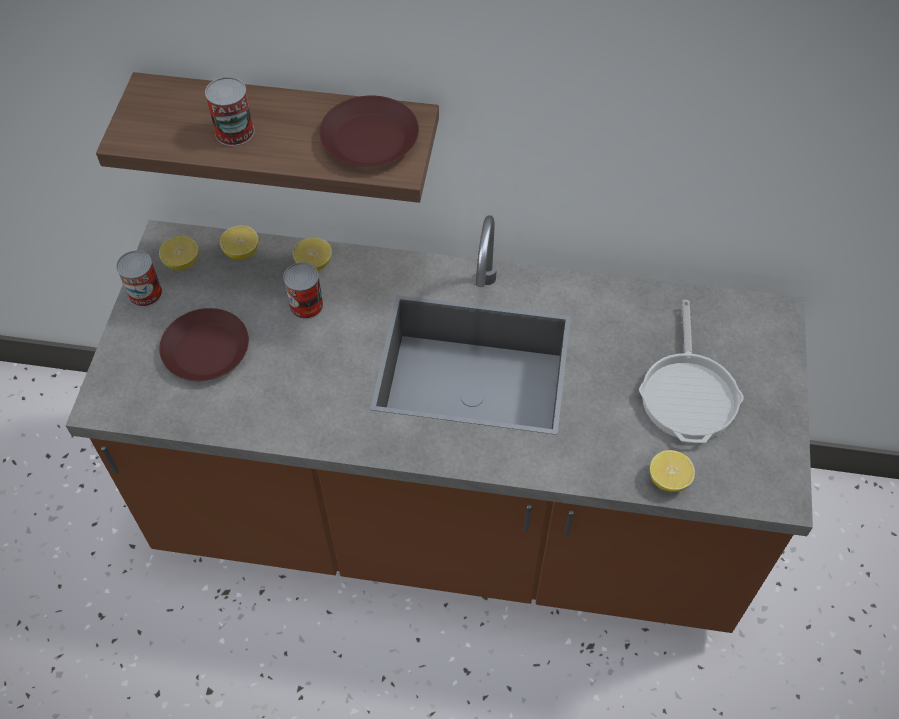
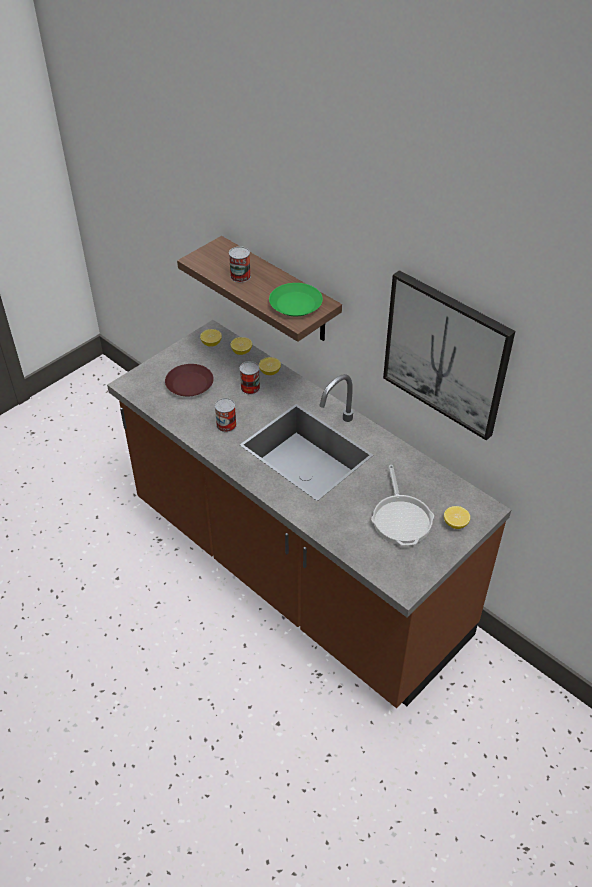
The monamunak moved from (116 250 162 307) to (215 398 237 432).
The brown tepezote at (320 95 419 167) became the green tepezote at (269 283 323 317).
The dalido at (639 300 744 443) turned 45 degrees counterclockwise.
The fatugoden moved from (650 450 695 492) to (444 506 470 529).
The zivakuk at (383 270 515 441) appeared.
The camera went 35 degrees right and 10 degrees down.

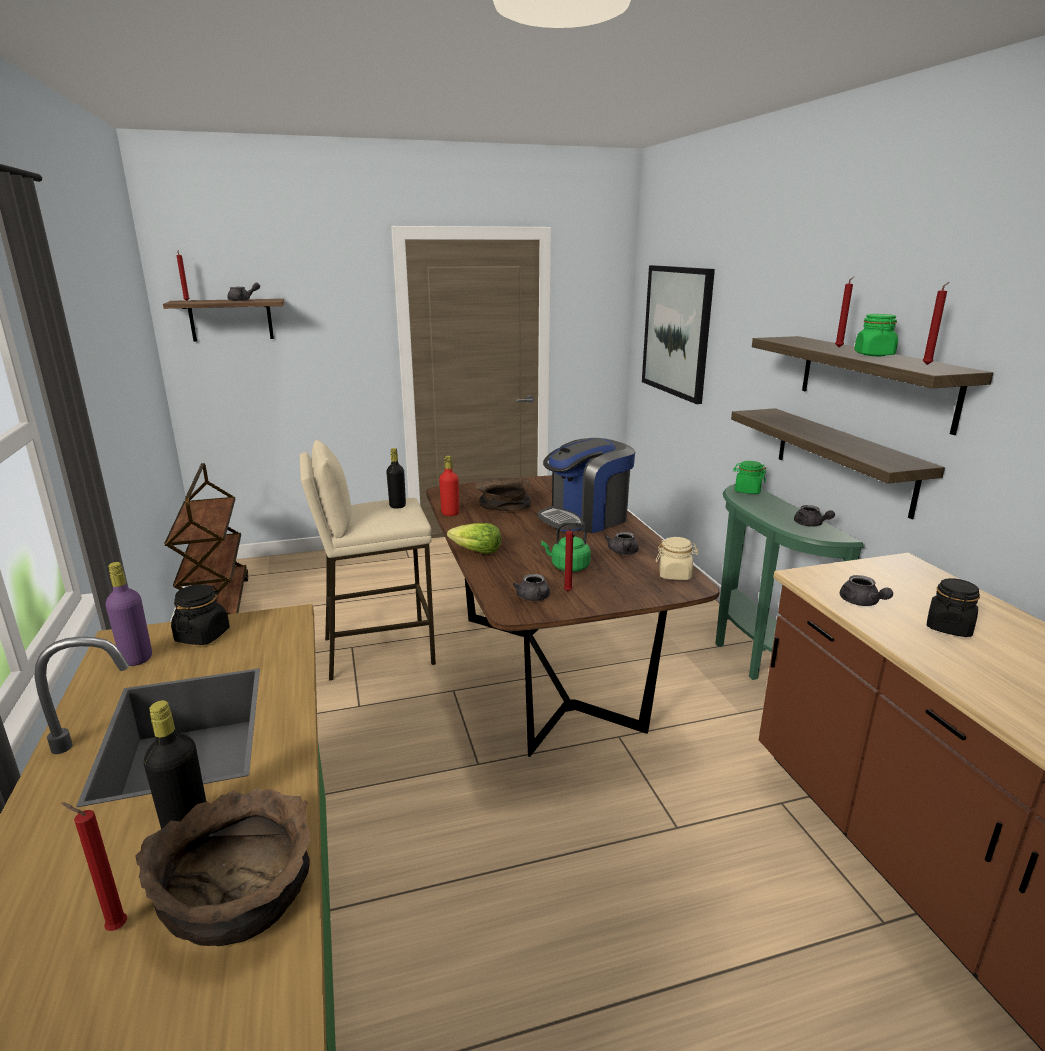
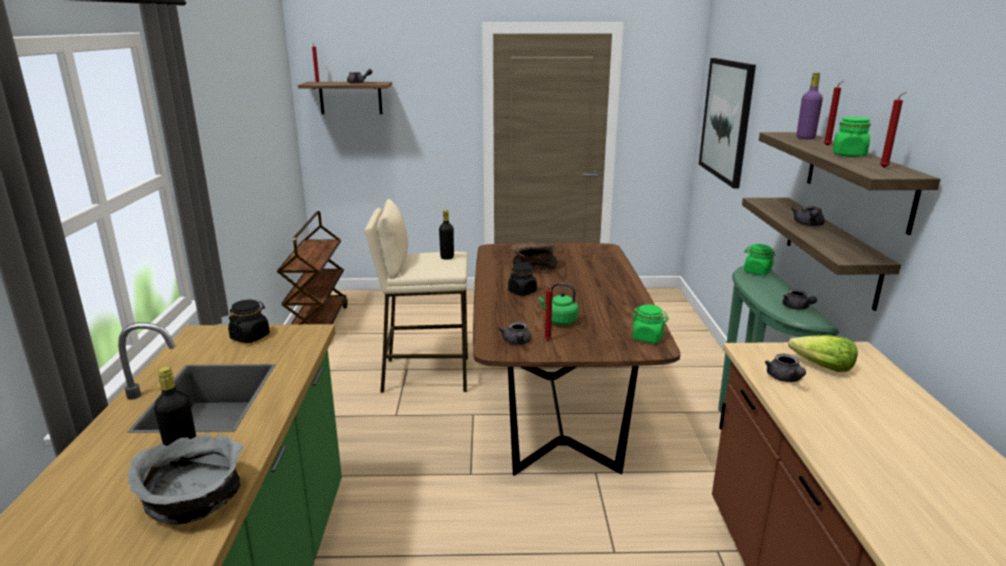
The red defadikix at (61 803 127 931) disappeared.
The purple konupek moved from (106 562 152 666) to (796 73 823 139).
The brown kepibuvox at (135 788 311 946) became the grey kepibuvox at (127 434 244 525).
The red konupek at (439 455 459 516) disappeared.
The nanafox moved from (447 523 501 554) to (788 335 858 372).
The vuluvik at (538 438 635 533) disappeared.
The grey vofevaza moved from (604 532 639 555) to (792 206 825 226).
The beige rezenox at (656 537 699 580) became the green rezenox at (631 304 669 343).
The black rezenox moved from (927 578 980 637) to (508 263 537 296).
The camera went 15 degrees right and 0 degrees up.

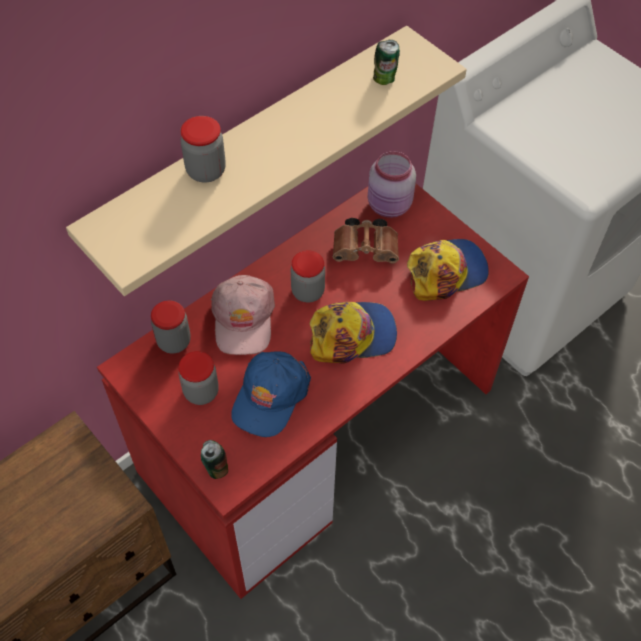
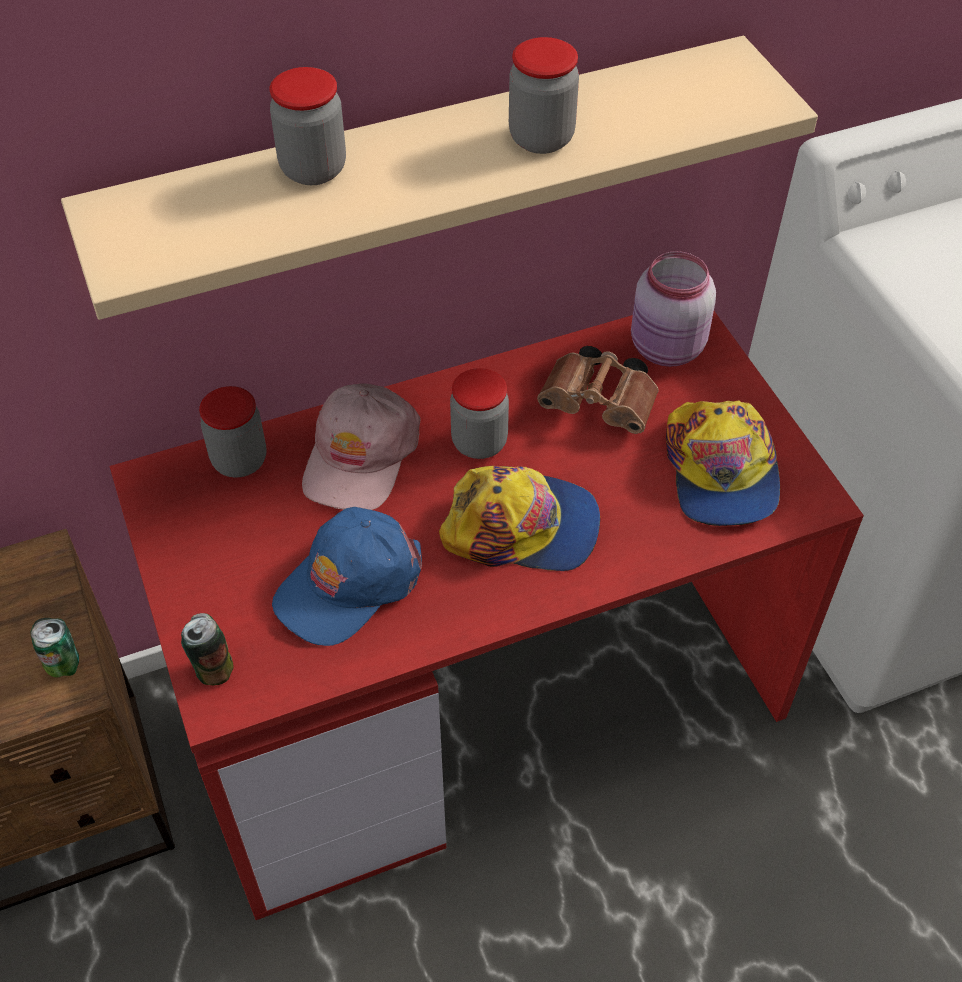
The rezenox moved from (179 351 219 405) to (509 37 579 154).
The monamunak moved from (373 40 400 85) to (30 618 79 677).
The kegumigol at (407 239 489 301) turned 90 degrees clockwise.
The camera went 20 degrees right and 5 degrees down.

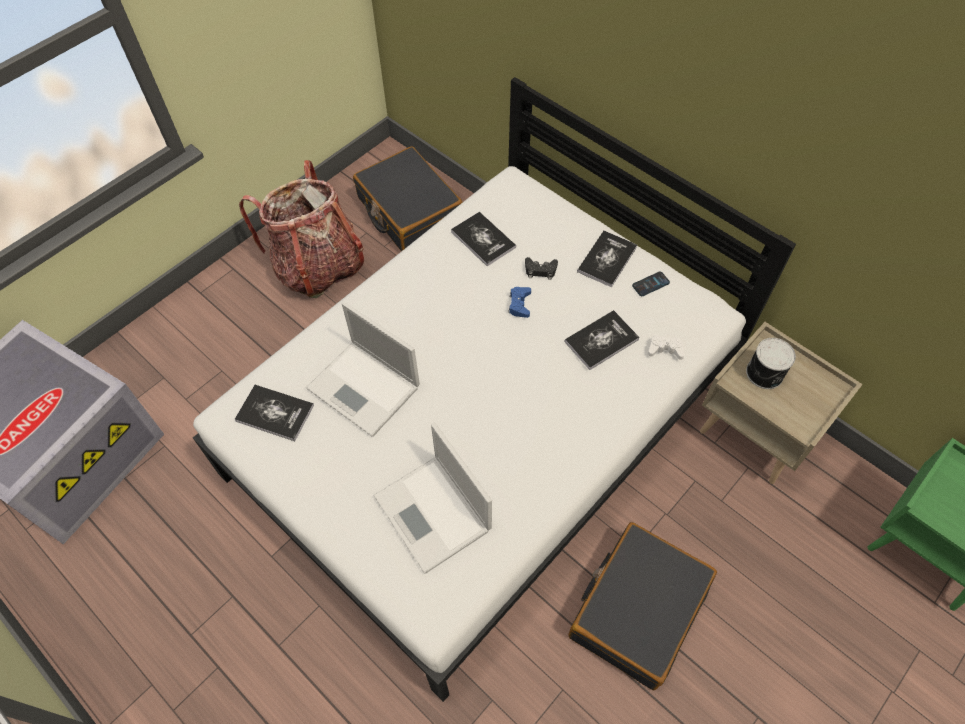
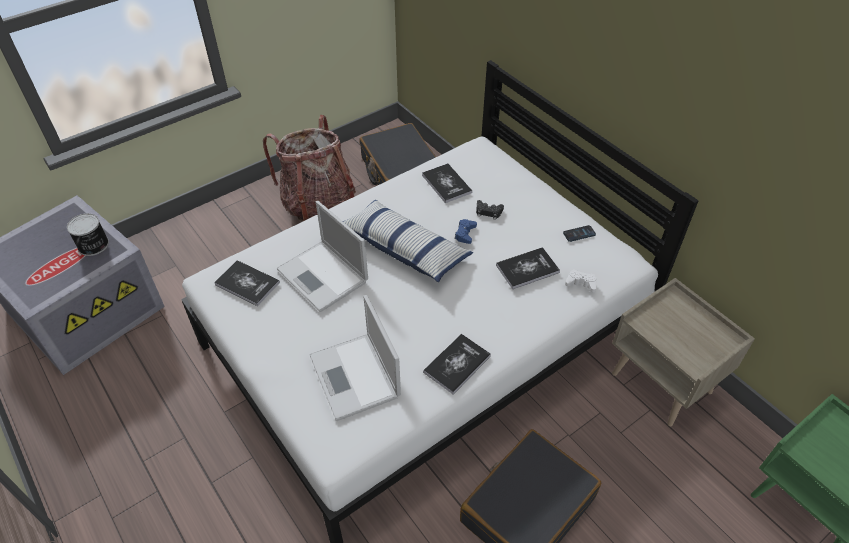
The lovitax moved from (577 231 637 288) to (423 334 491 394).
The monamunak moved from (746 338 796 389) to (67 213 109 256).
The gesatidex at (343 200 473 282) appeared.
The camera went 10 degrees right and 10 degrees down.

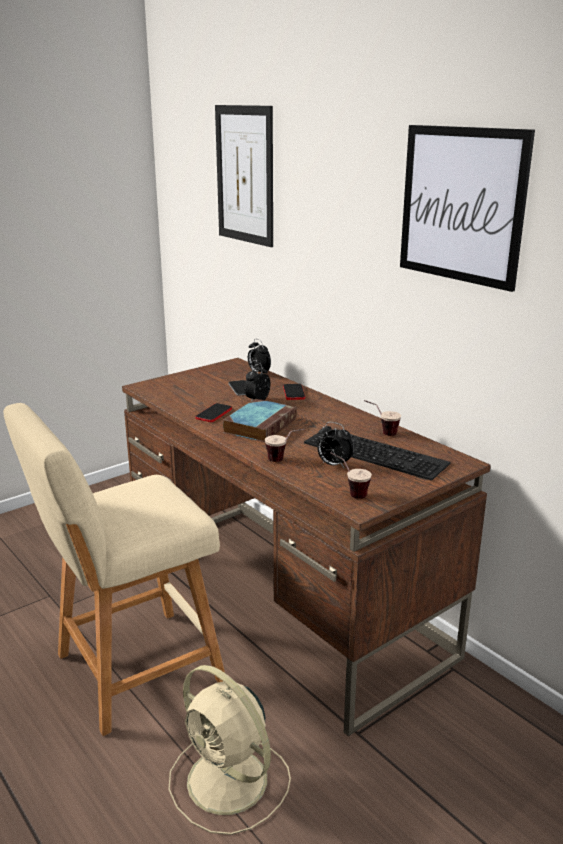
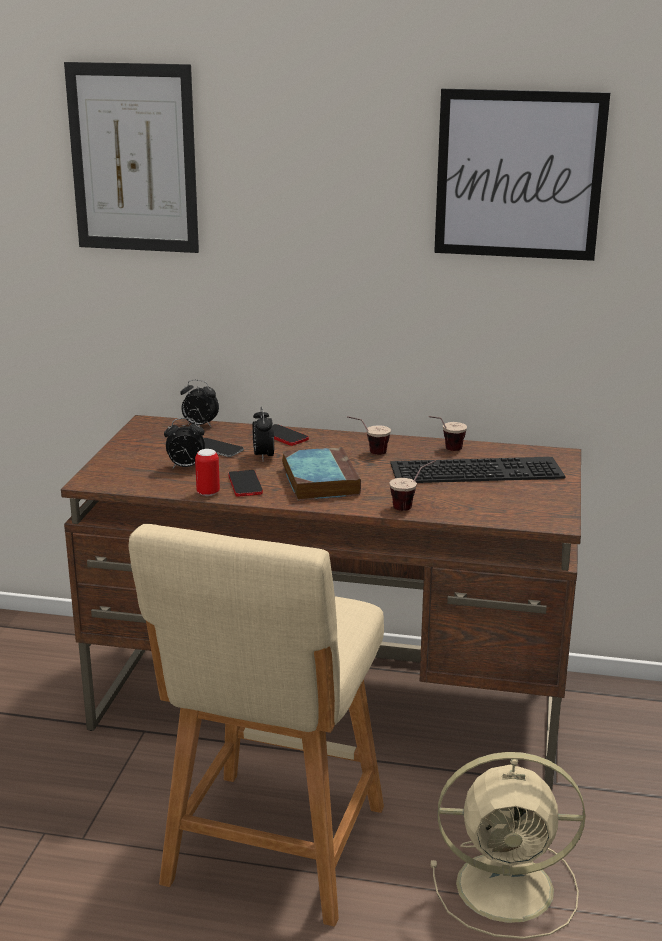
The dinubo moved from (318 422 354 468) to (164 418 205 468).
The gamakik moved from (330 453 372 499) to (347 416 391 455).
The monamunak at (195 449 220 496) appeared.
The camera went 40 degrees left and 0 degrees up.

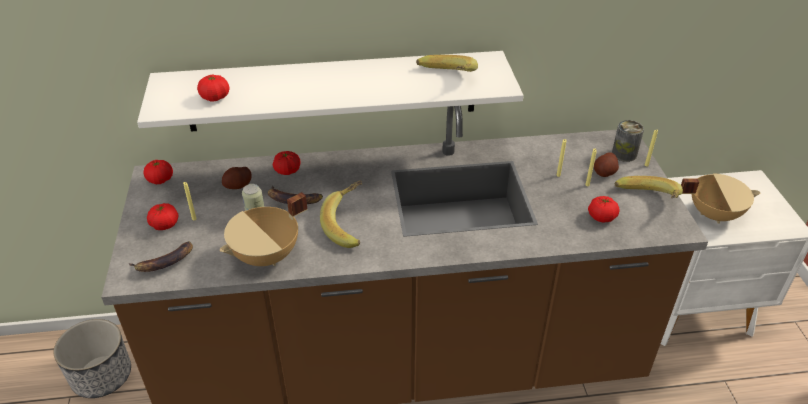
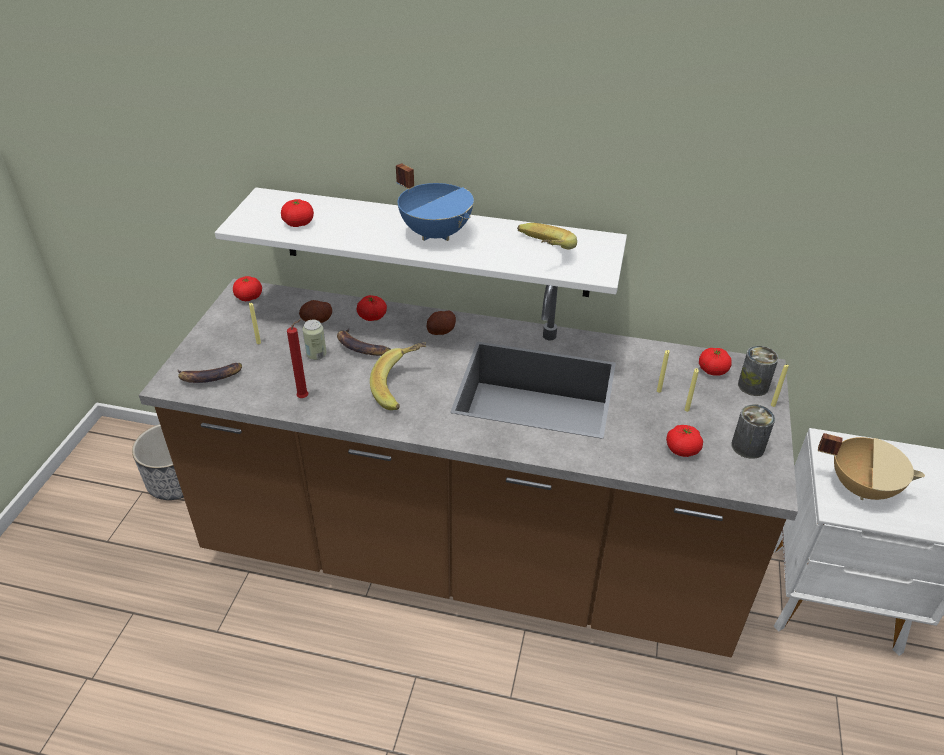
The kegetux moved from (147 203 178 230) to (699 348 732 376).
The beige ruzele at (220 192 307 266) was replaced by the red defadikix at (287 319 308 398).
The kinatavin moved from (594 152 619 177) to (427 311 456 335).
The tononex at (614 176 683 198) was replaced by the monamunak at (731 404 775 459).
The blue ruzele at (396 163 474 241) appeared.
The camera went 20 degrees right and 0 degrees up.

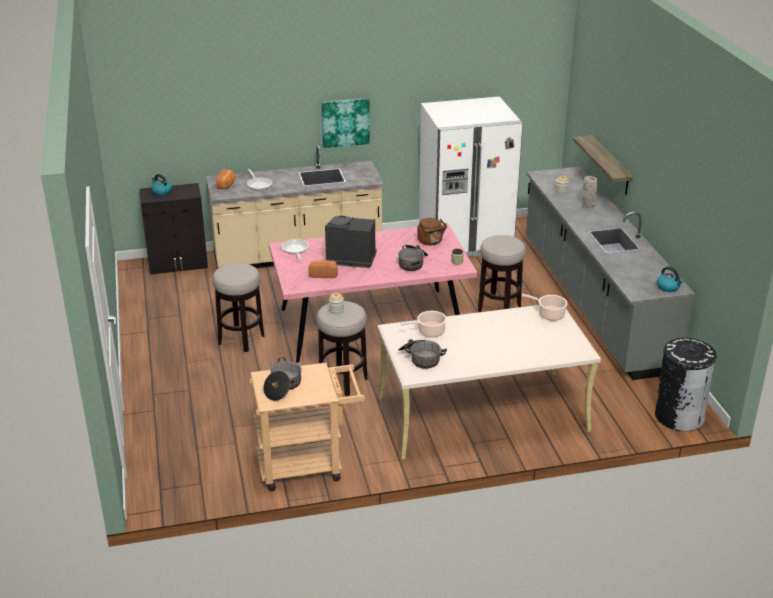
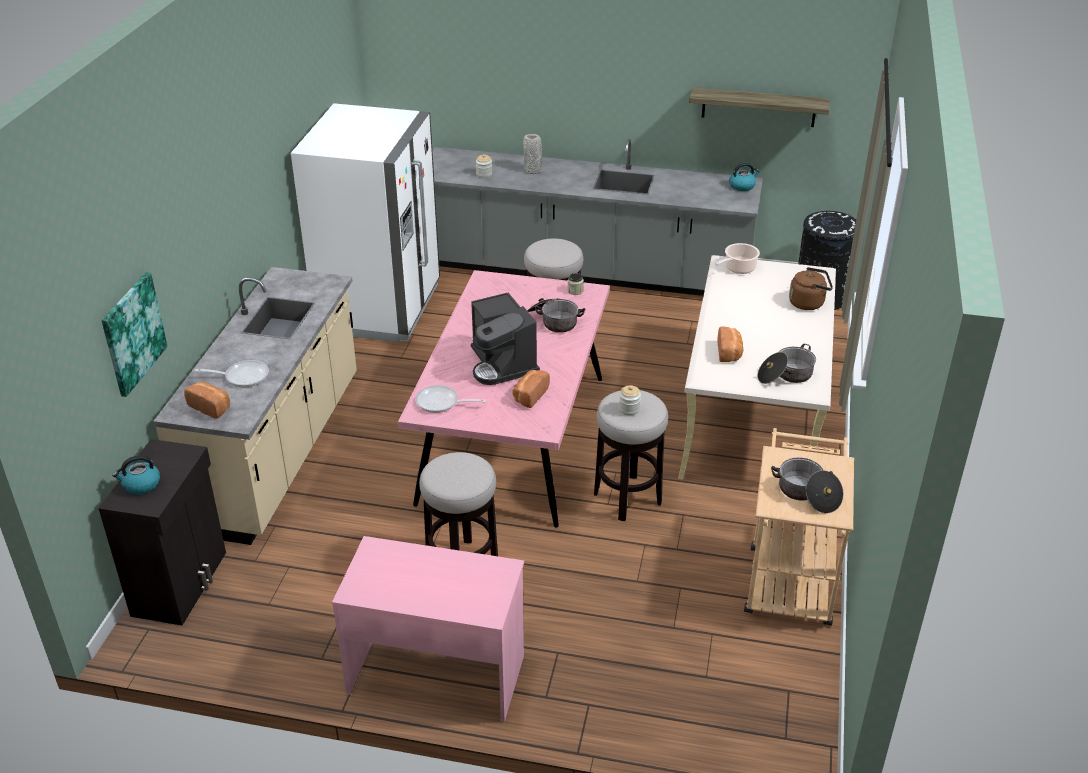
The zivakuk moved from (321 98 370 148) to (101 272 168 397).
The vuluvik at (325 216 377 268) turned 60 degrees counterclockwise.
The ruzele at (401 311 447 337) was replaced by the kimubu at (717 326 743 362).
The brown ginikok moved from (417 218 447 245) to (789 267 833 310).
The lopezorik moved from (573 135 633 195) to (689 87 830 127).
The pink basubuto at (332 536 524 722) appeared.
The camera went 65 degrees left and 5 degrees up.

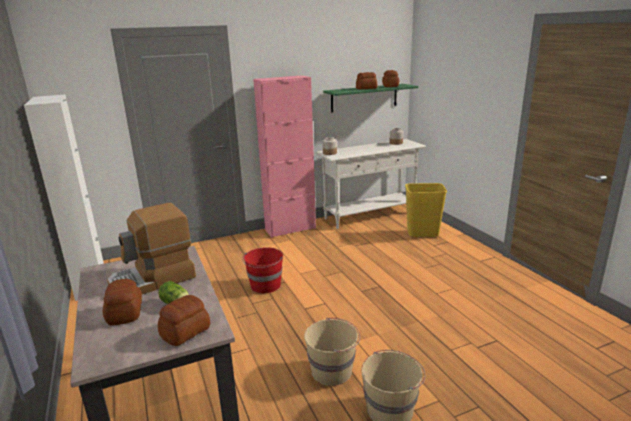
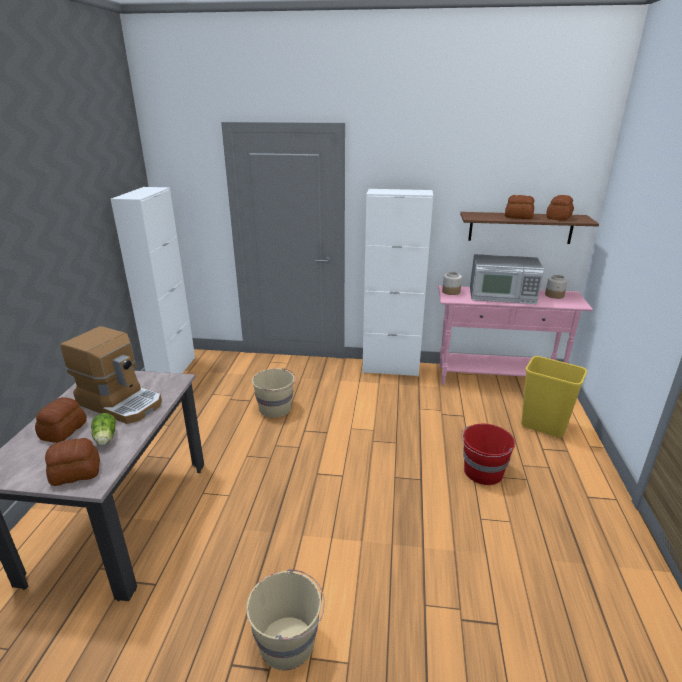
The vuluvik at (107 203 196 294) turned 150 degrees counterclockwise.
The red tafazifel moved from (242 247 283 293) to (461 424 515 485).
The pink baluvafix at (253 75 316 238) became the white baluvafix at (362 189 433 377).
The beige tafazifel moved from (304 318 360 386) to (252 368 296 418).
The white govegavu at (316 139 426 229) became the pink govegavu at (438 286 593 385).
The green lopezorik at (323 84 418 113) became the brown lopezorik at (460 212 599 244).
The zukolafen at (470 254 544 304) appeared.
The camera went 30 degrees right and 5 degrees up.

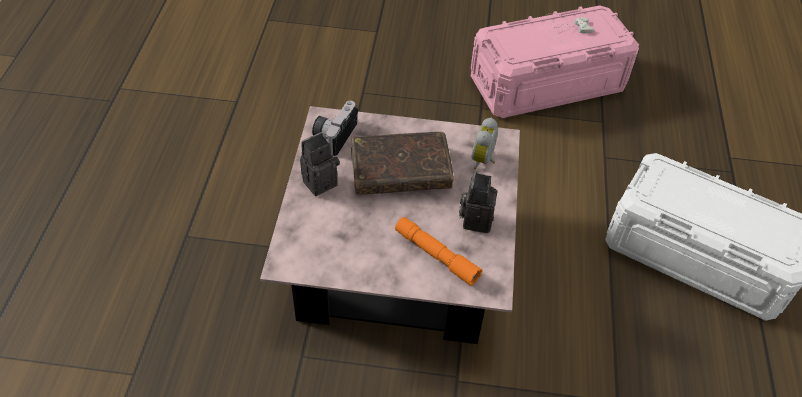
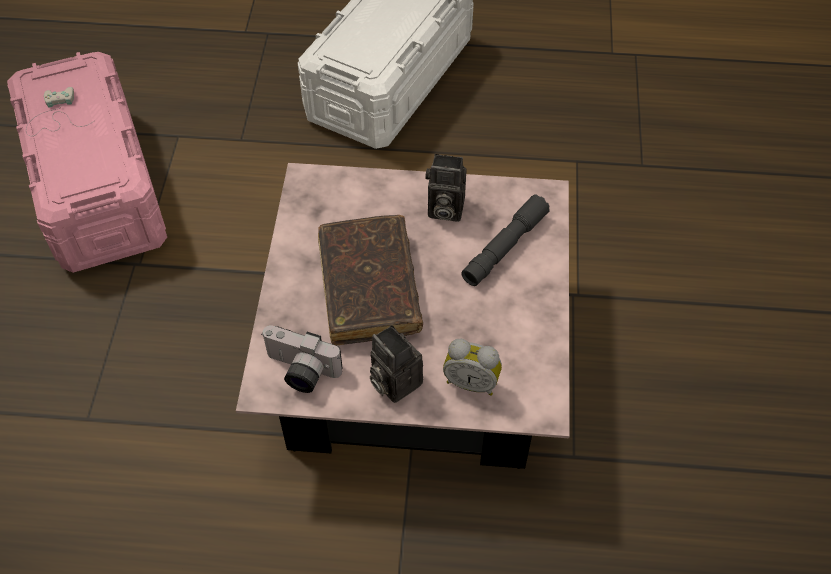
The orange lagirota at (395 217 483 286) became the grey lagirota at (461 194 550 286).
The dinubo moved from (471 118 498 170) to (443 338 502 396).
The camera went 90 degrees left and 5 degrees up.

